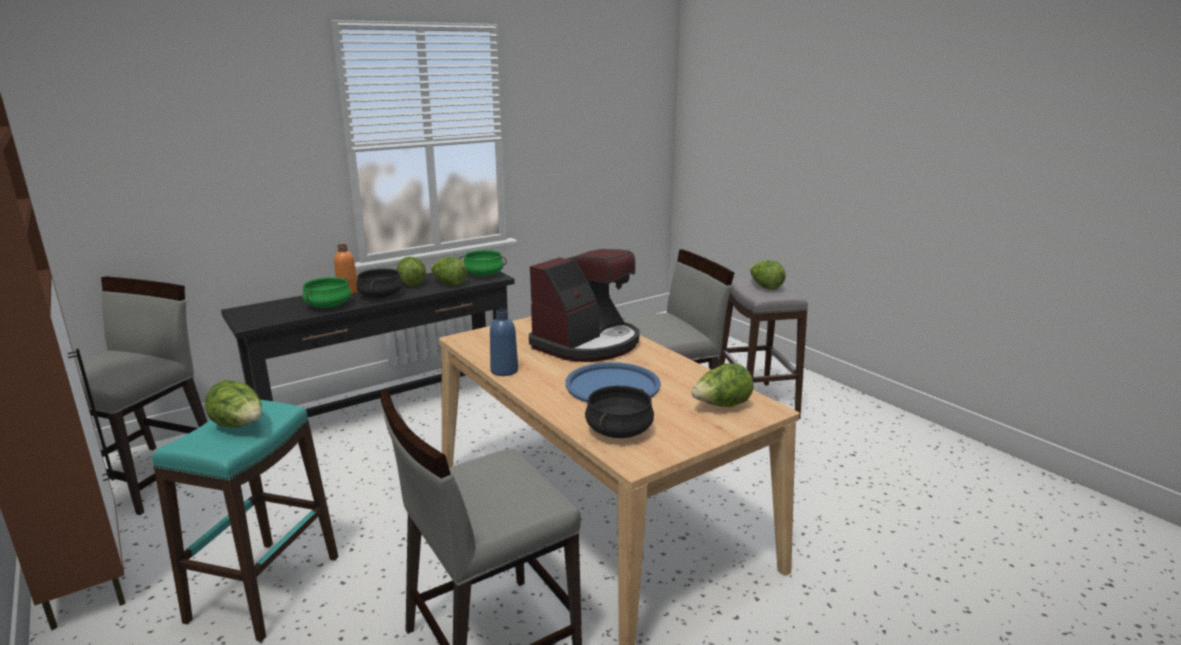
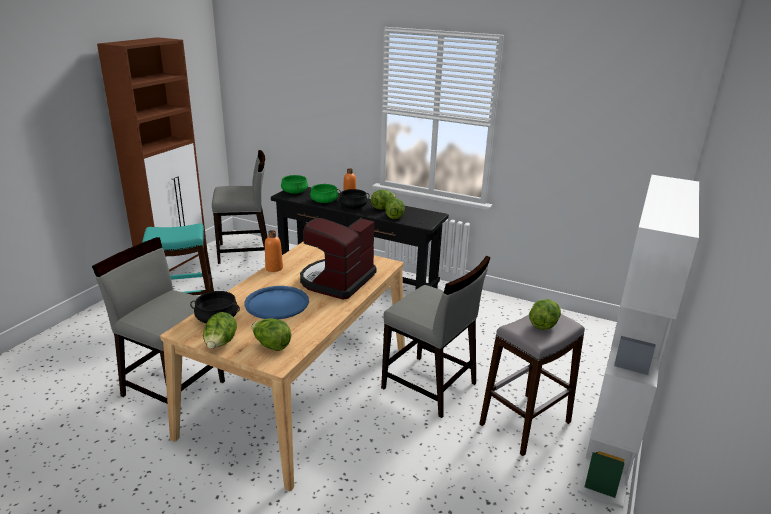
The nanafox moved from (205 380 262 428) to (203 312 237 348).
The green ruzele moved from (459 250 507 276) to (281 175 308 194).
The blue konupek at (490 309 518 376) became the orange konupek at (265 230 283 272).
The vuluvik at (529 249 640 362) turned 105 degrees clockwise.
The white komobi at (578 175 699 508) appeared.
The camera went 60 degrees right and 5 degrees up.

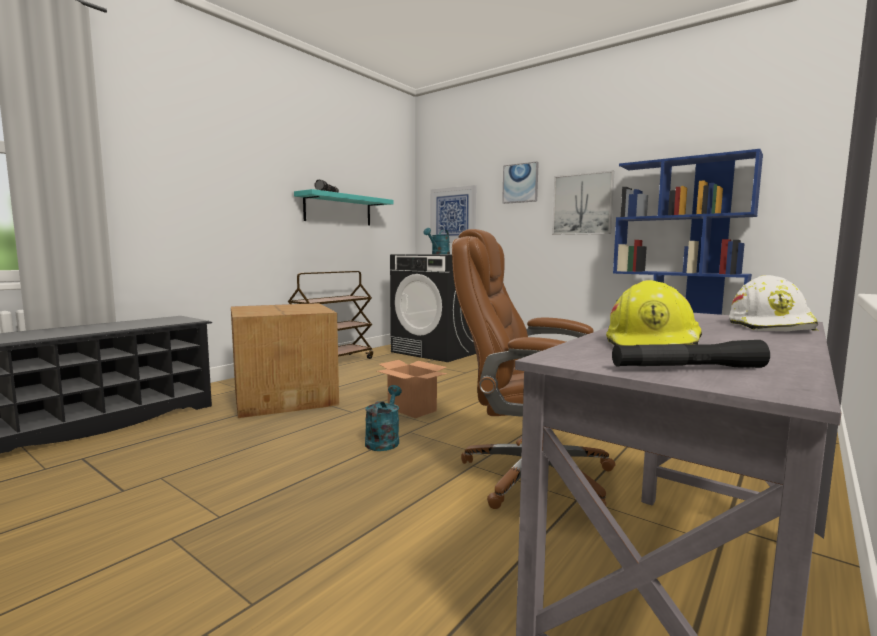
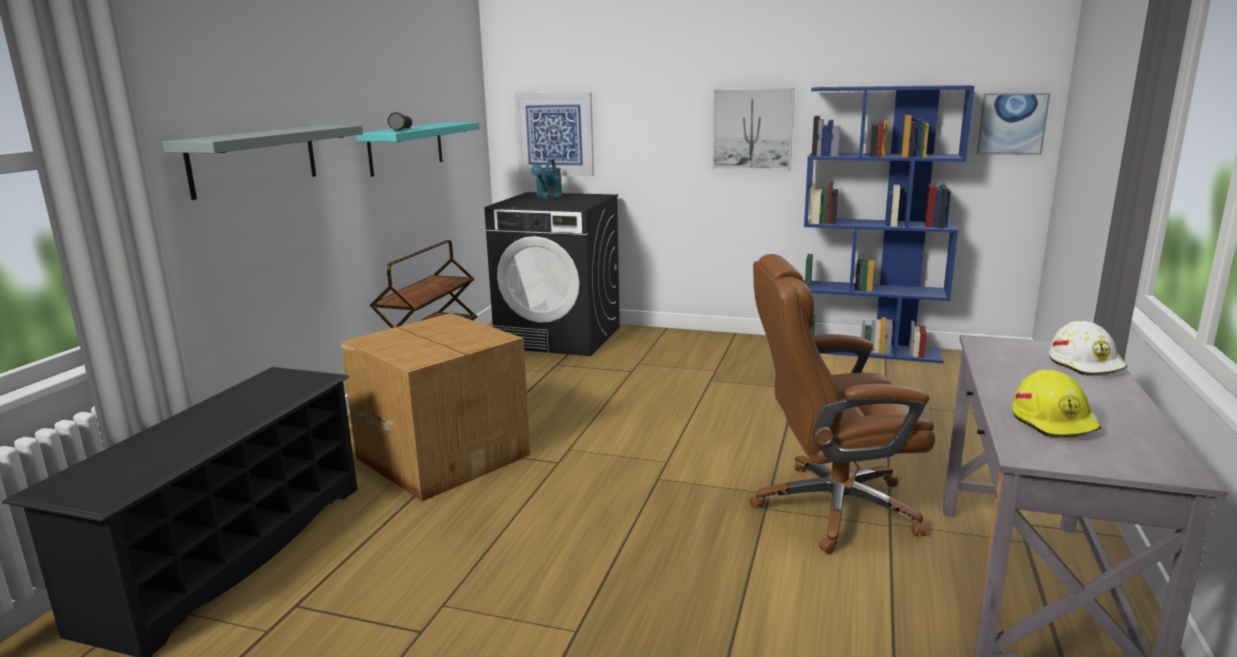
The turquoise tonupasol at (365 385 402 451) disappeared.
The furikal at (377 360 447 418) disappeared.
The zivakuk moved from (502 161 539 204) to (977 93 1050 155).
The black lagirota at (612 340 770 368) disappeared.
The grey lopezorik at (163 125 363 200) appeared.
The camera went 20 degrees left and 10 degrees up.

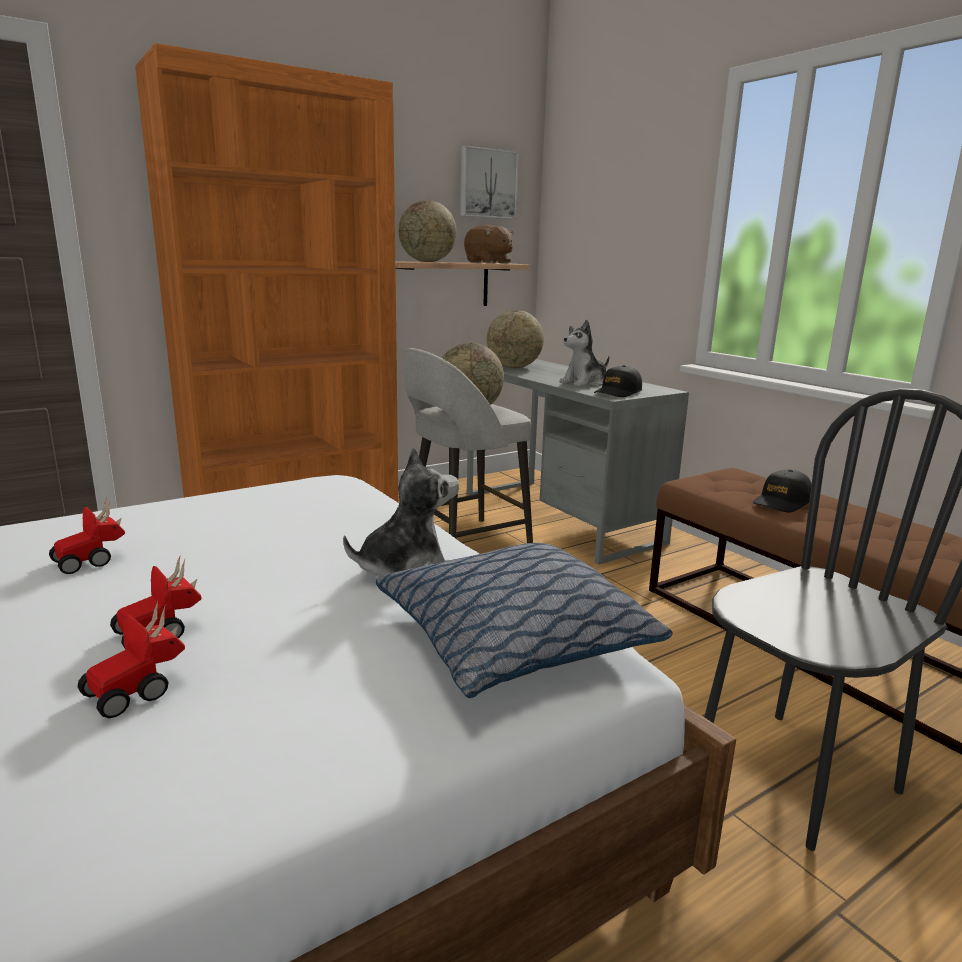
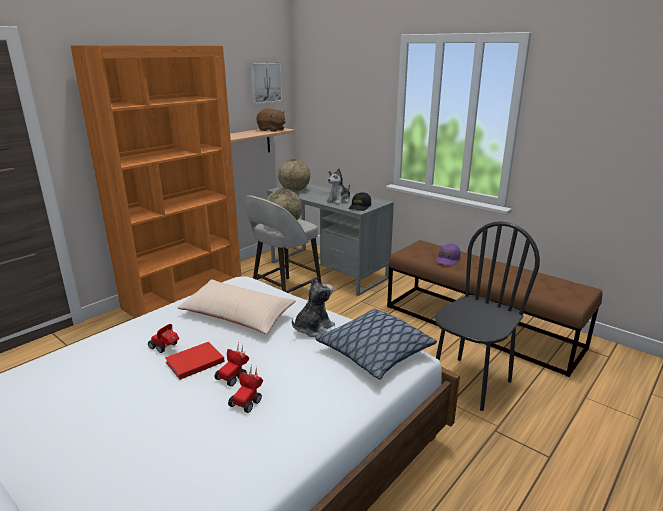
The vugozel at (49 498 125 574) turned 90 degrees clockwise.
The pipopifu at (398 200 457 262) disappeared.
The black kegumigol at (753 469 812 512) became the purple kegumigol at (436 243 460 266).
The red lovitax at (165 342 225 380) appeared.
The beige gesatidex at (178 279 296 334) appeared.
The camera went 15 degrees left and 5 degrees up.

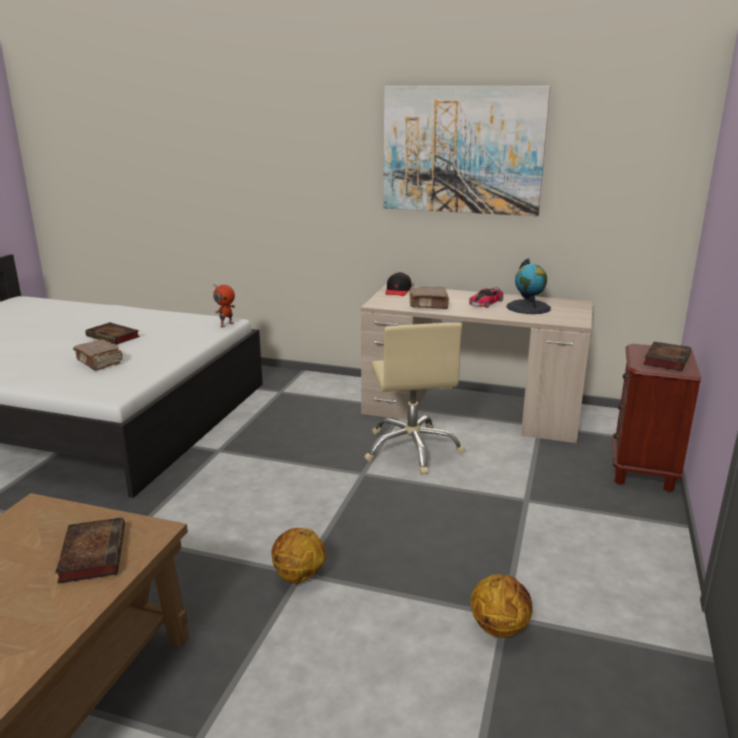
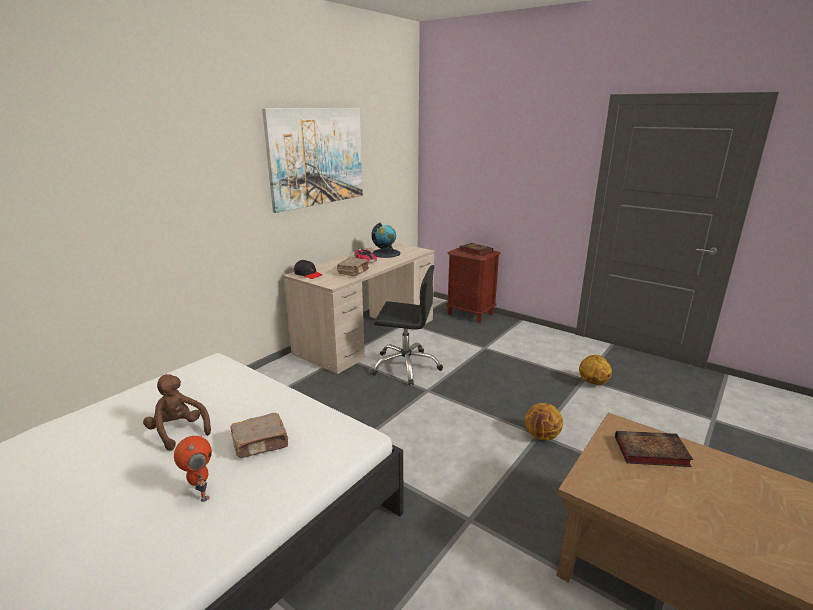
The lovitax at (85 322 140 345) was replaced by the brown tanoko at (143 374 211 451).
The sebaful moved from (213 284 235 328) to (174 436 212 502).
The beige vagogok at (365 323 465 475) became the black vagogok at (371 265 443 385).
The camera went 70 degrees left and 0 degrees up.

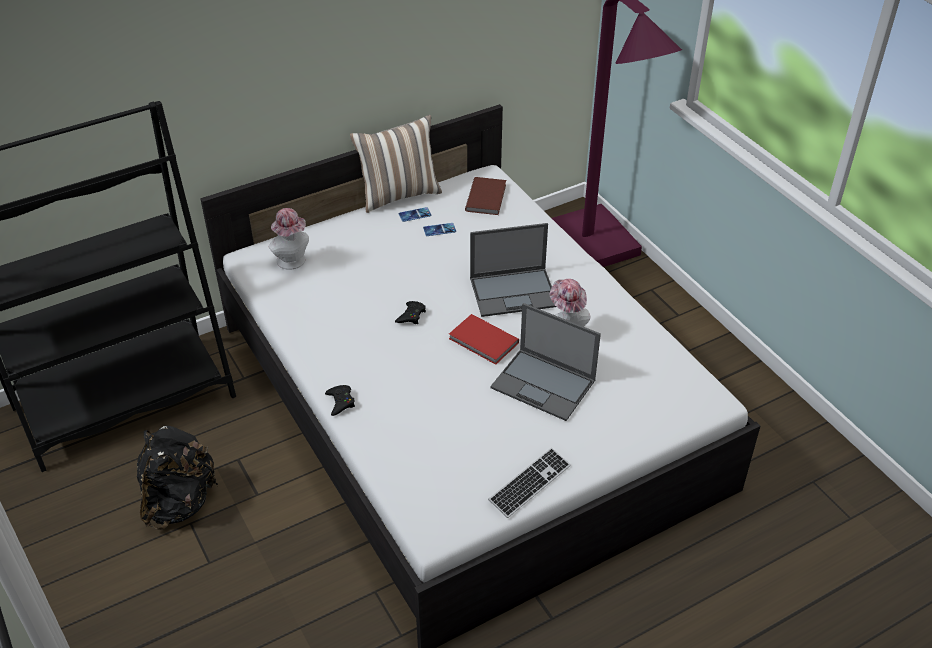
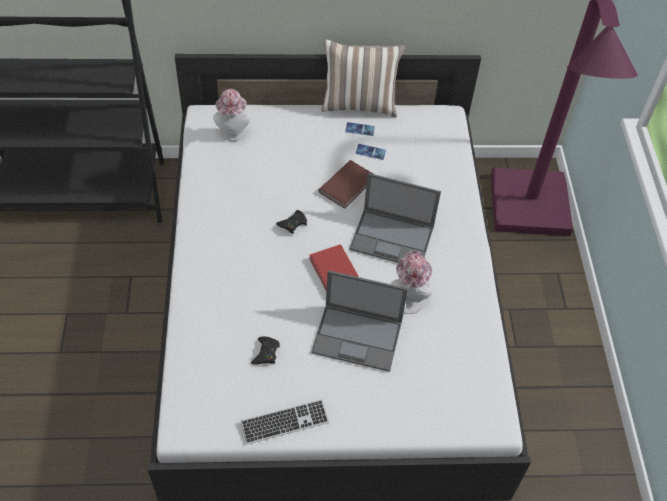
The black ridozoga at (137 426 218 530) disappeared.
The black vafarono moved from (325 385 355 416) to (251 336 280 365).
The brown lovitax moved from (465 177 506 215) to (318 160 373 209).
The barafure at (490 303 601 421) turned 45 degrees counterclockwise.
The camera went 25 degrees right and 10 degrees up.

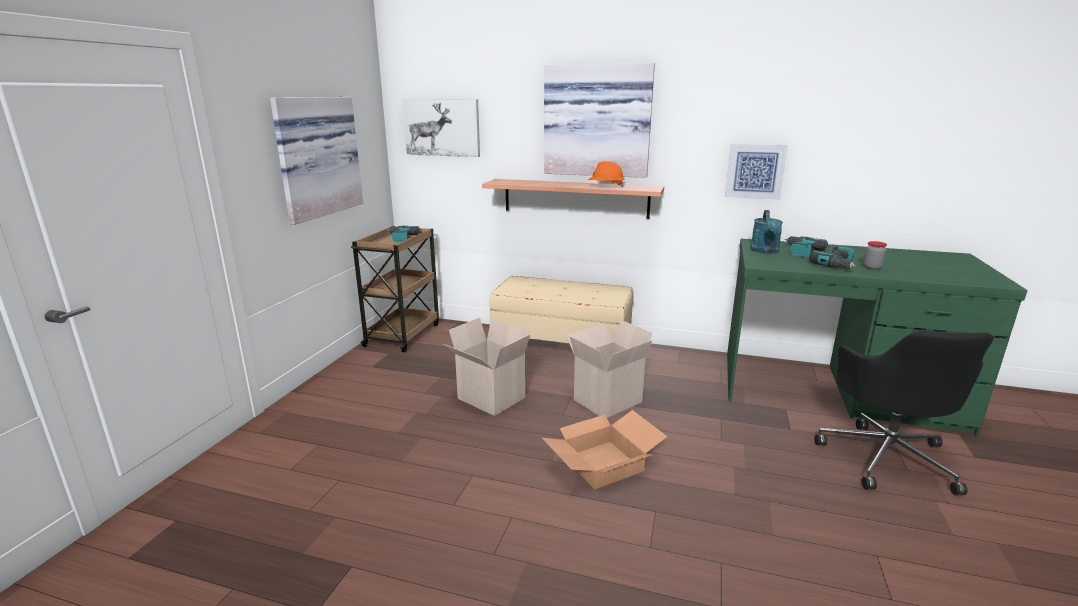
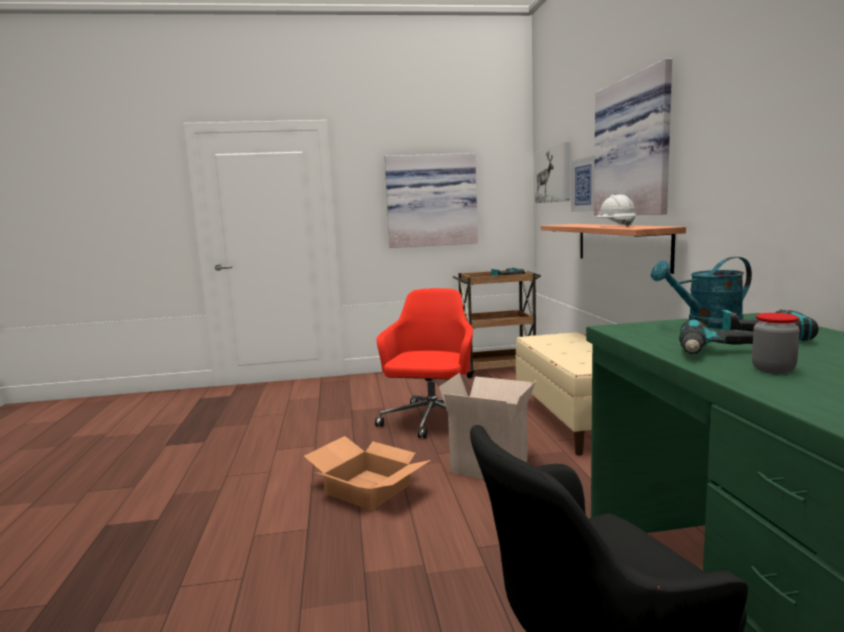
The furikal at (443 318 530 416) was replaced by the red vagogok at (375 288 473 438).
The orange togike at (588 161 625 188) became the white togike at (596 195 637 227).
The zivakuk moved from (725 144 788 200) to (571 155 595 212).
The camera went 65 degrees right and 10 degrees down.

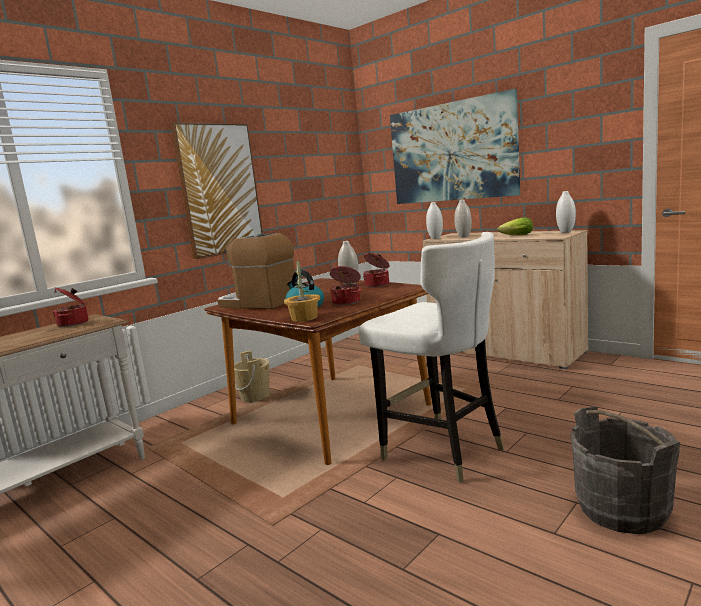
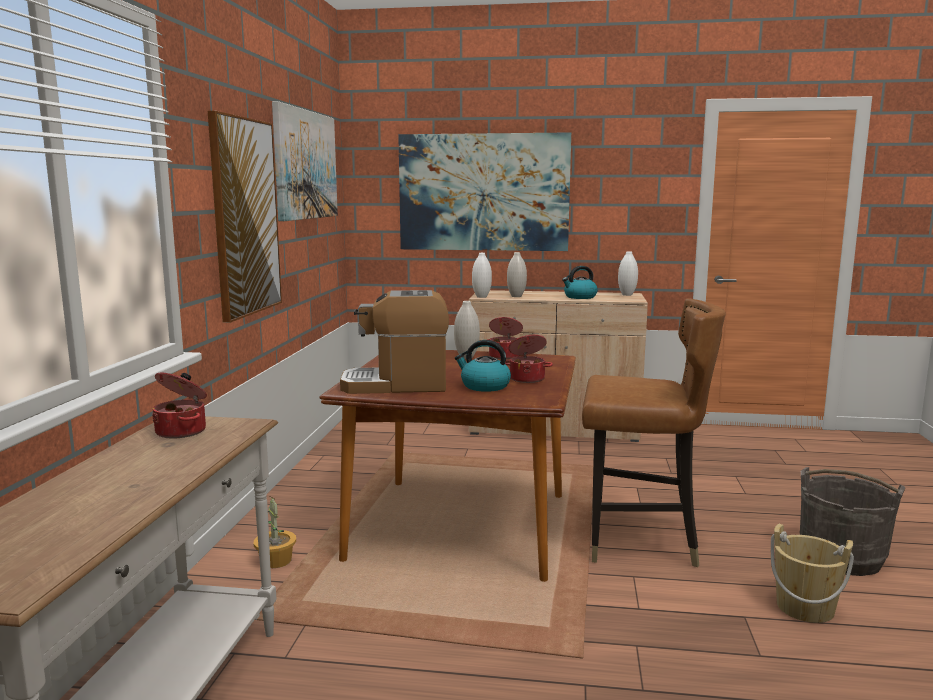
The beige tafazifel moved from (234 351 270 403) to (771 524 854 623).
The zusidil moved from (284 260 320 322) to (254 496 296 568).
The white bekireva at (359 232 504 483) became the brown bekireva at (582 298 725 567).
The nanafox at (498 218 533 235) was replaced by the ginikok at (562 266 598 299).
The zivakuk at (272 101 338 221) appeared.
The camera went 35 degrees left and 0 degrees up.

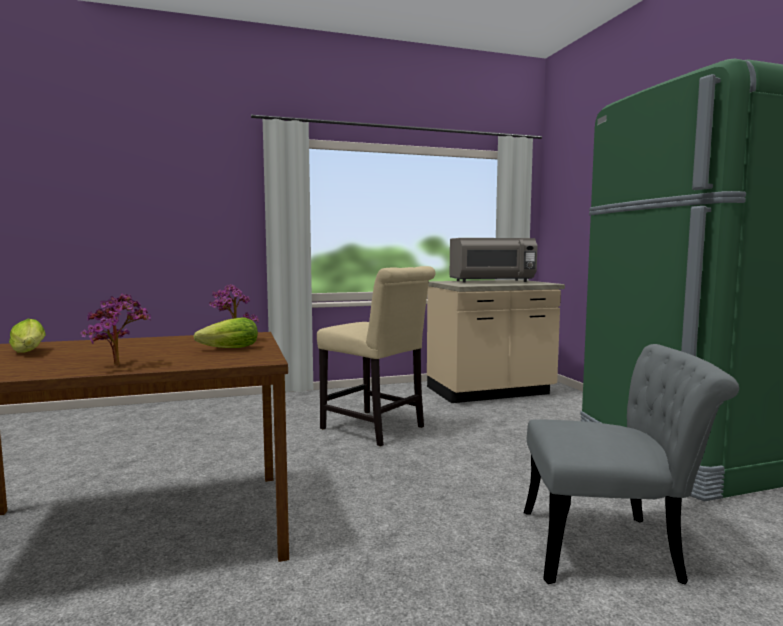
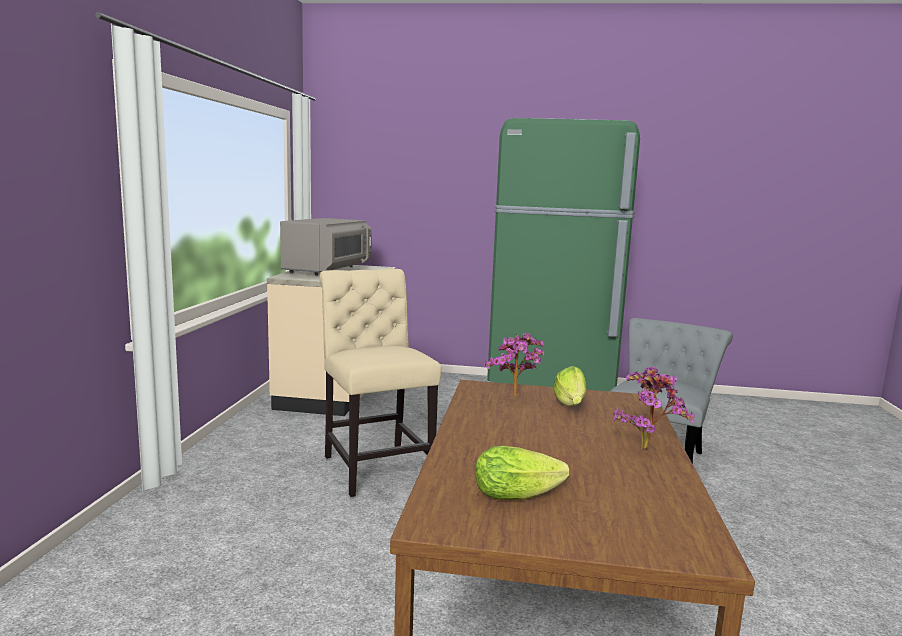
The beige bekireva at (317 266 435 446) turned 90 degrees counterclockwise.
The camera went 65 degrees left and 5 degrees up.

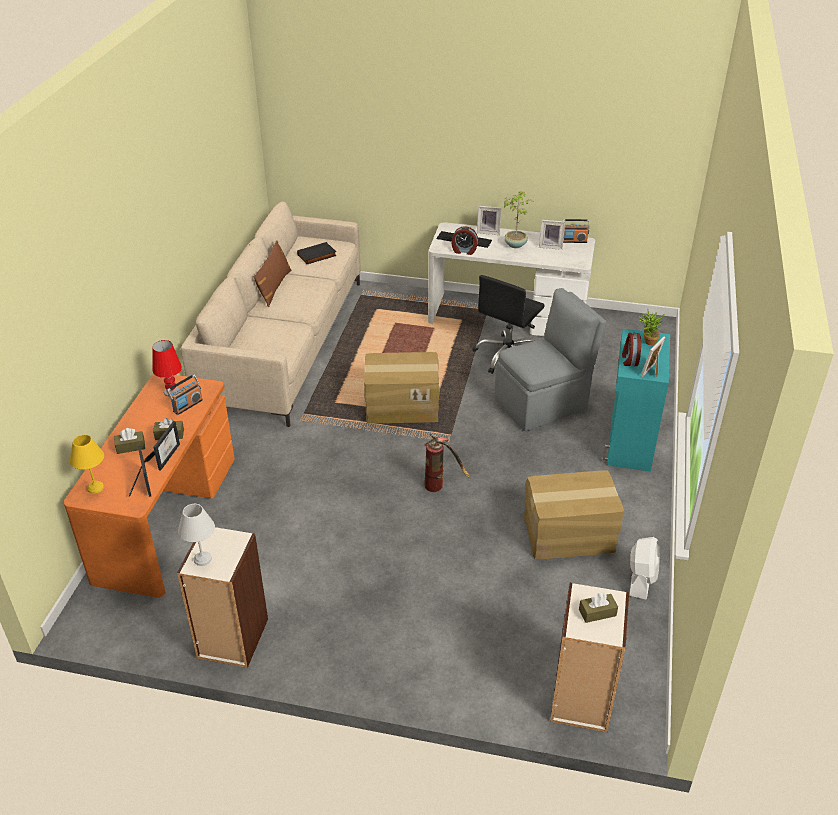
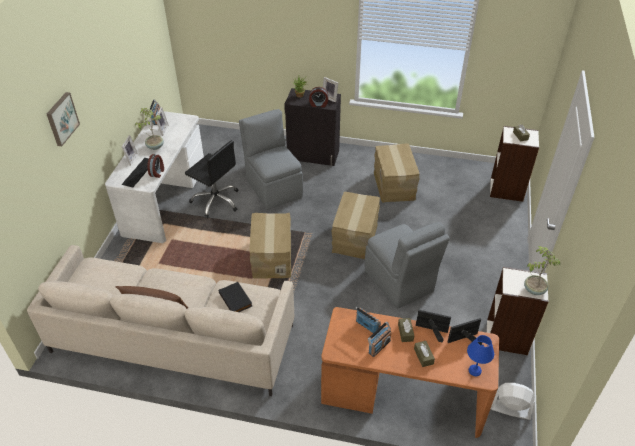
The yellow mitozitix at (70 435 104 494) became the blue mitozitix at (467 335 494 376).
The red mitozitix at (153 340 182 396) disappeared.
The white mitozitix at (178 504 215 566) was replaced by the zusidil at (524 246 560 295).
The black lovitax moved from (297 242 337 264) to (219 282 252 312).
The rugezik at (424 433 470 492) was replaced by the furikal at (332 192 380 259).
The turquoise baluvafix at (603 329 670 472) became the black baluvafix at (284 88 341 166).
The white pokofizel moved from (630 537 660 600) to (491 383 535 420).
The zivakuk at (47 92 80 146) appeared.
The grey bekireva at (365 222 450 309) appeared.
The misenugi at (368 322 391 357) appeared.
The camera went 90 degrees left and 5 degrees up.

